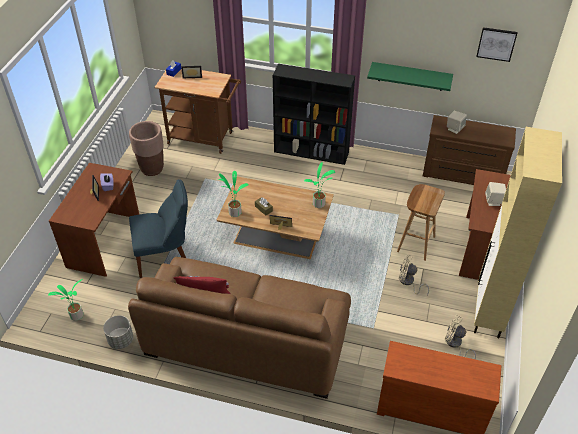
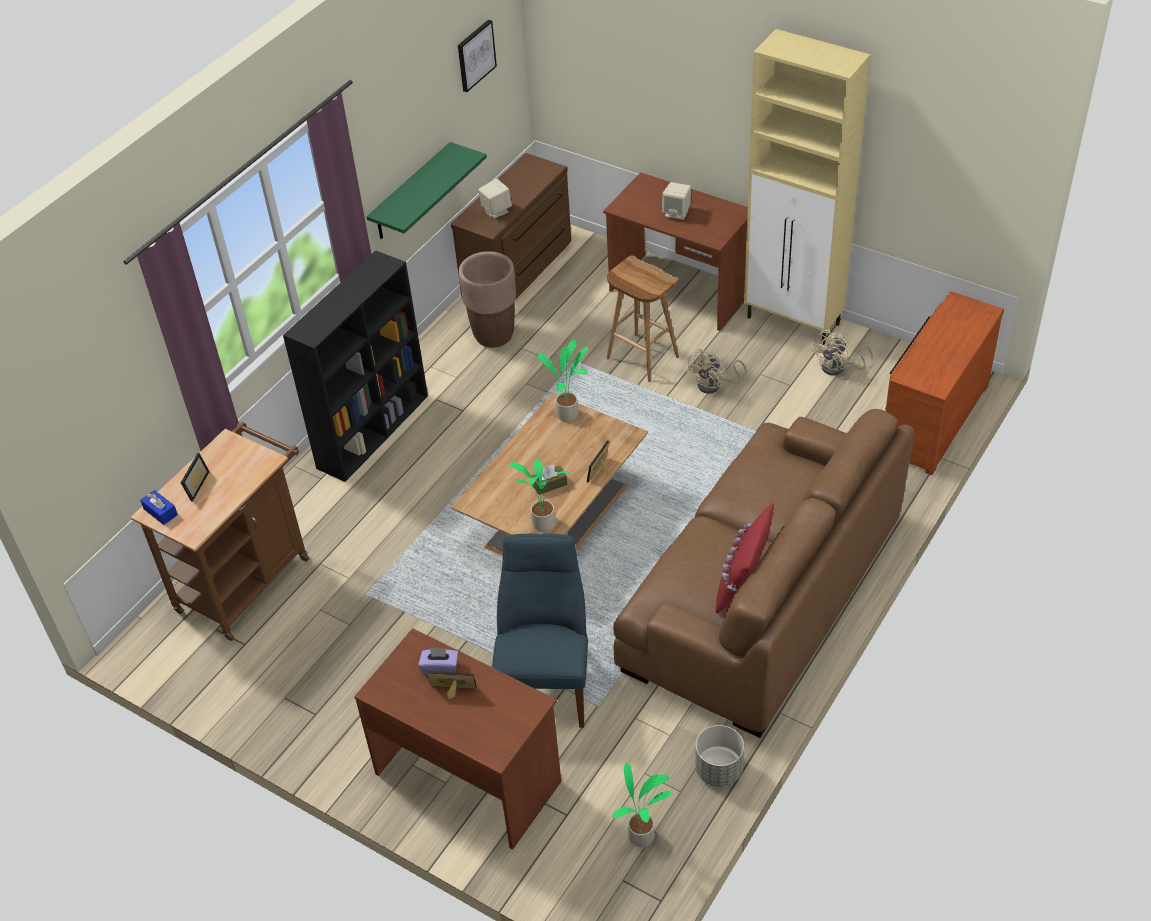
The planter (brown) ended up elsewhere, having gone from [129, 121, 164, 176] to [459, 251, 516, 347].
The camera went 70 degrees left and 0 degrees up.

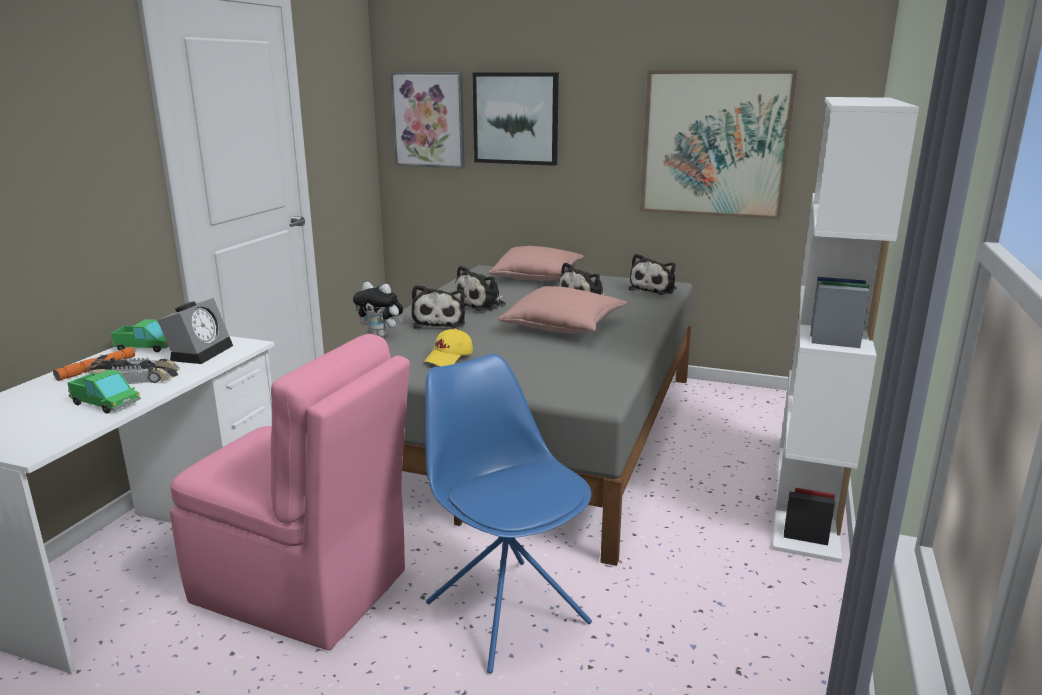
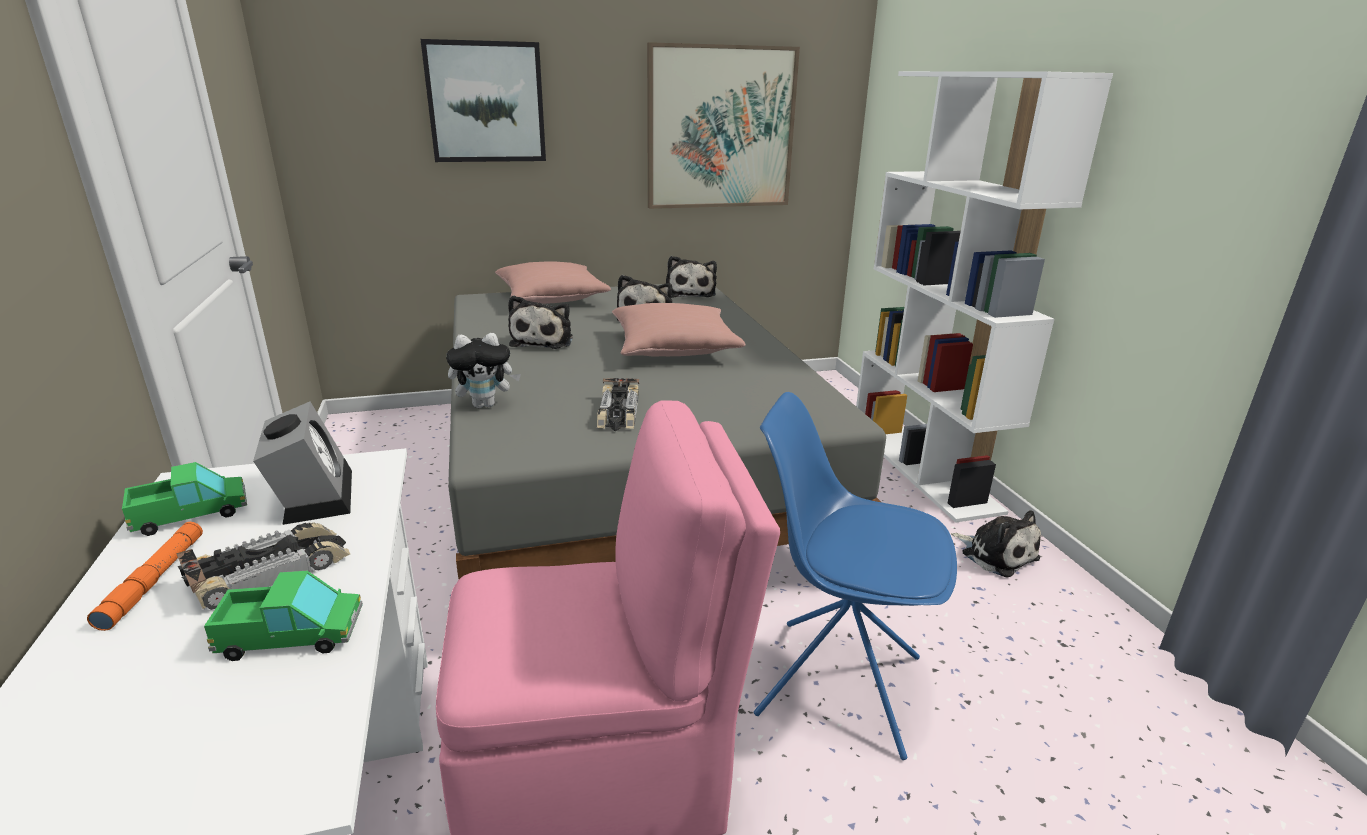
The second view lost the picture at [391, 72, 465, 168].
The plush toy ended up elsewhere, having gone from [412, 285, 465, 328] to [951, 510, 1041, 578].
Where the cap (yellow) stood at [424, 329, 473, 366], the toy car came to stand at [597, 378, 639, 431].
The camera went 35 degrees left and 5 degrees up.

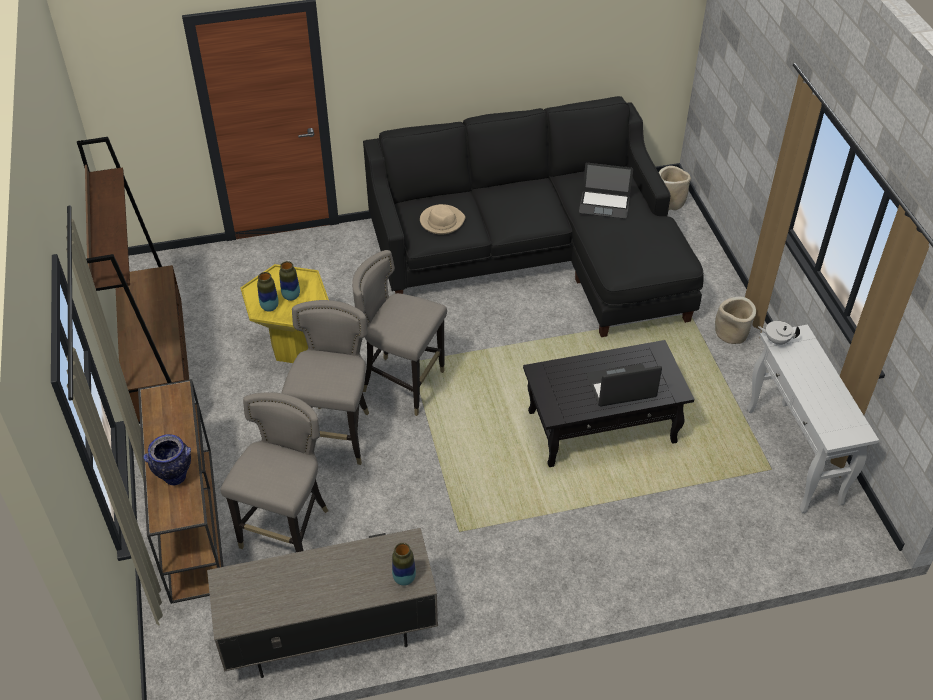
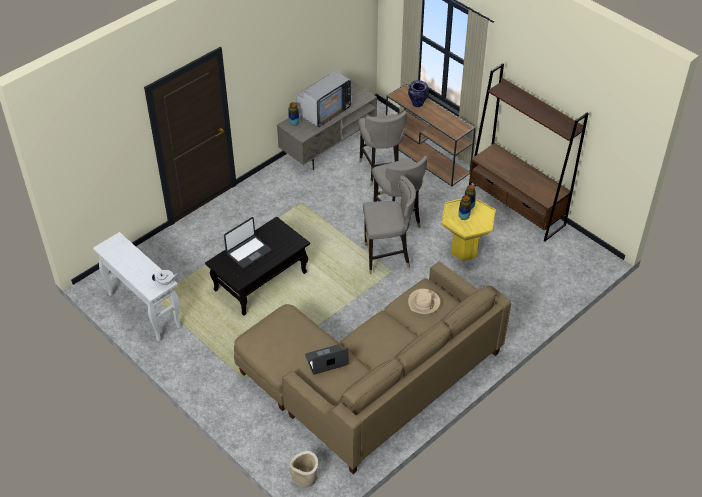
What was the sofa (black) at [363, 96, 704, 337] turned into the sofa (beige) at [234, 261, 512, 474].
The second view lost the planter (beige) at [715, 297, 756, 344].
The second view gained the television at [296, 72, 351, 127].
The camera went 150 degrees right and 0 degrees up.

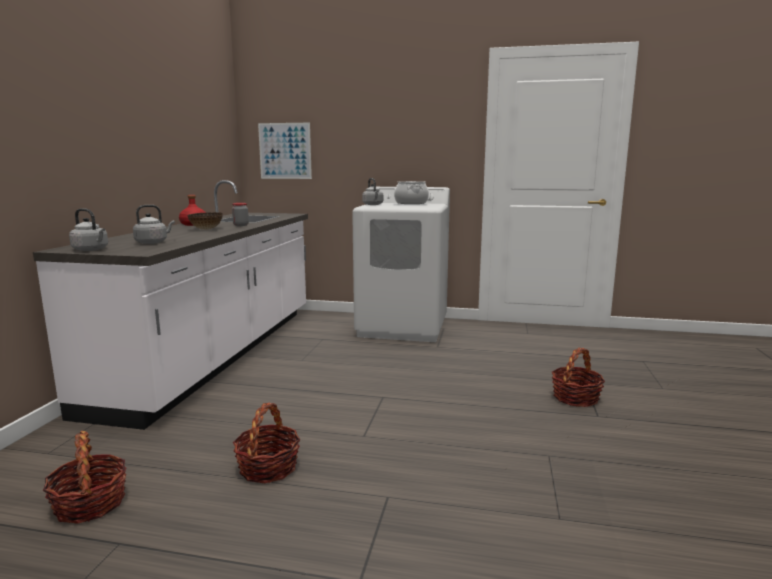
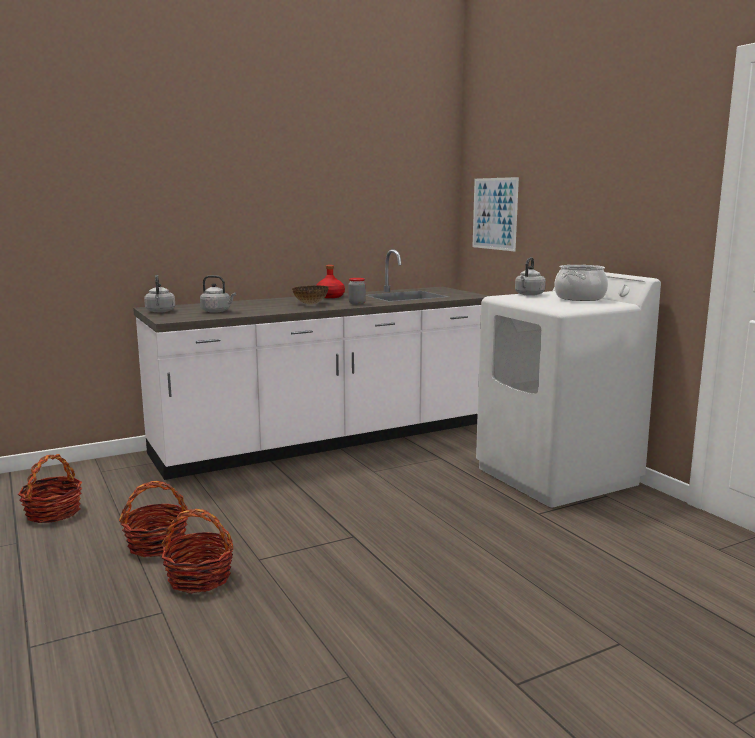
The basket ended up elsewhere, having gone from [552, 348, 605, 407] to [162, 509, 234, 593].
The camera went 50 degrees right and 0 degrees up.

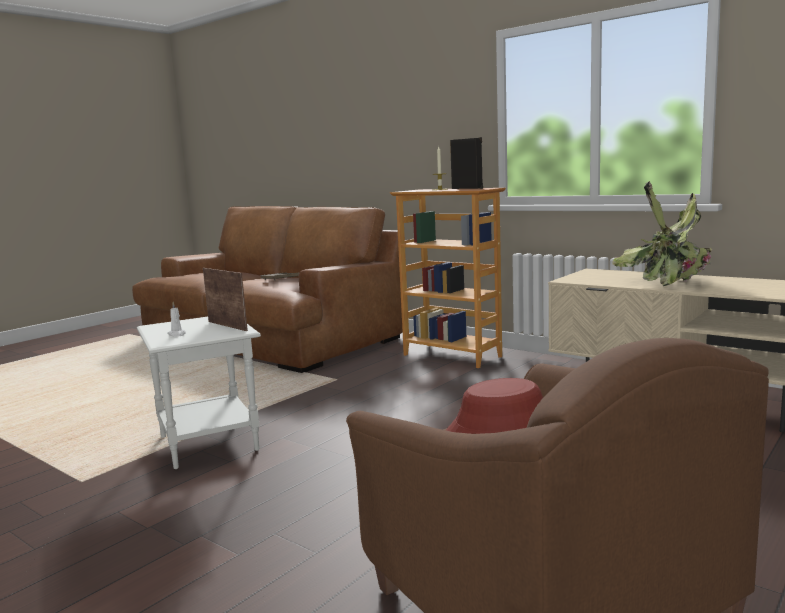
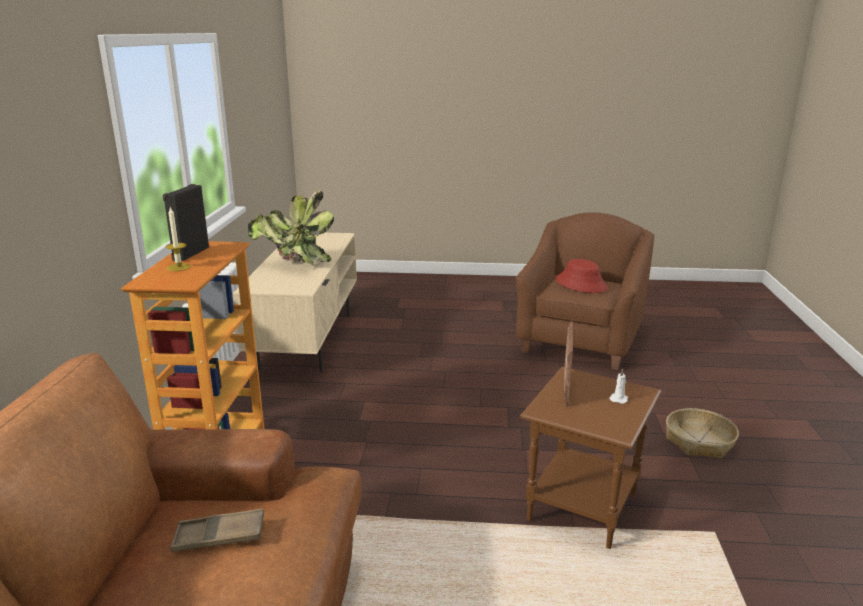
What was the side table (white) at [137, 317, 261, 469] turned into the side table (brown) at [520, 367, 661, 549].
The second view gained the basket at [666, 408, 739, 459].
The camera went 125 degrees left and 10 degrees up.

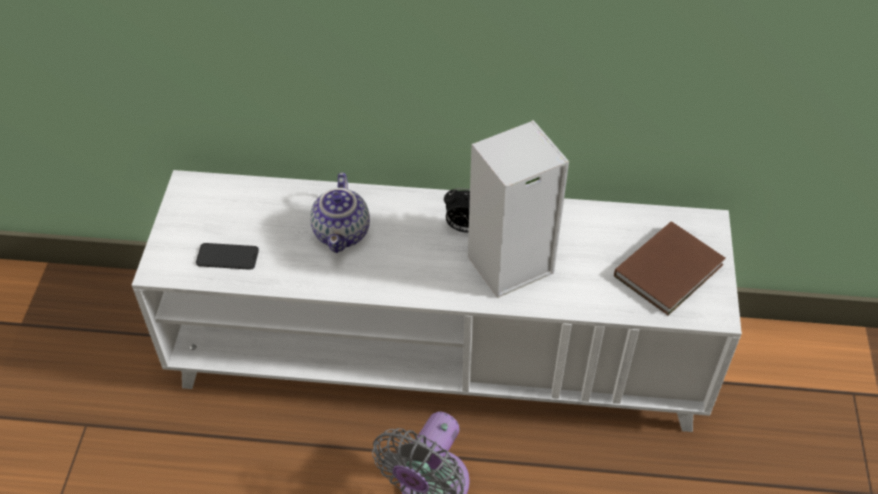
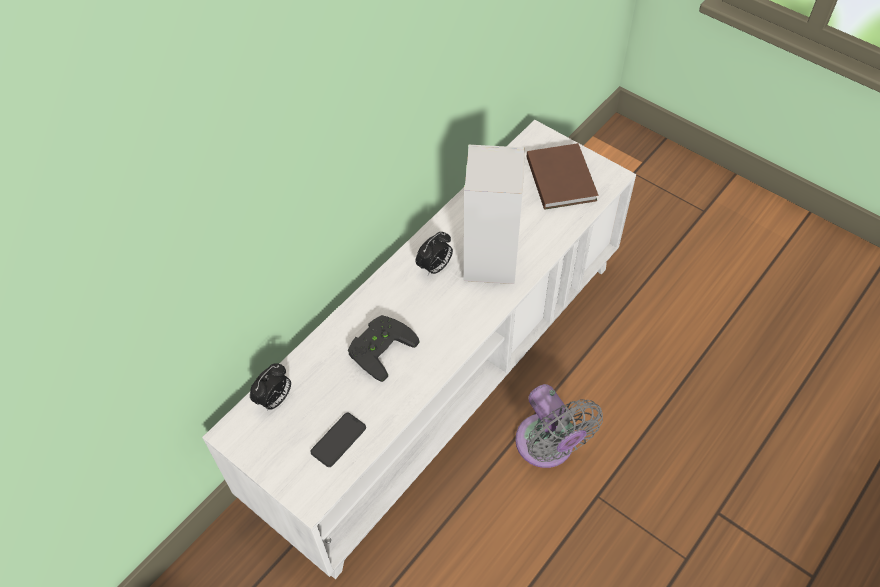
Where the teapot stood at [310, 173, 370, 253], the game controller (black) came to stand at [348, 315, 420, 382].
The second view gained the alarm clock at [250, 363, 291, 411].
The camera went 55 degrees left and 5 degrees up.

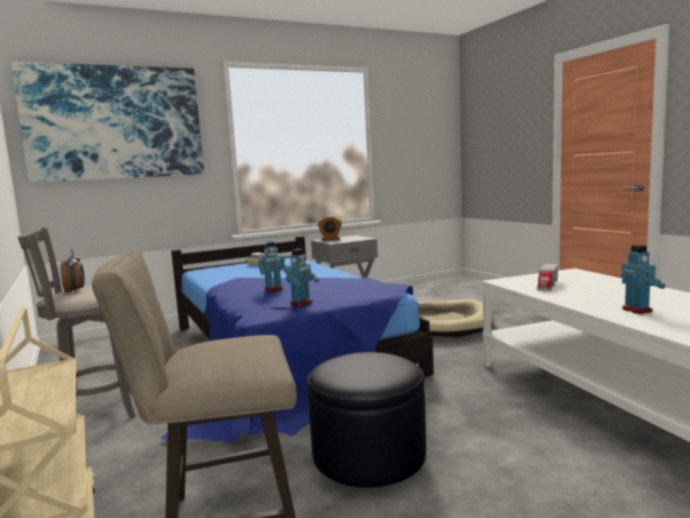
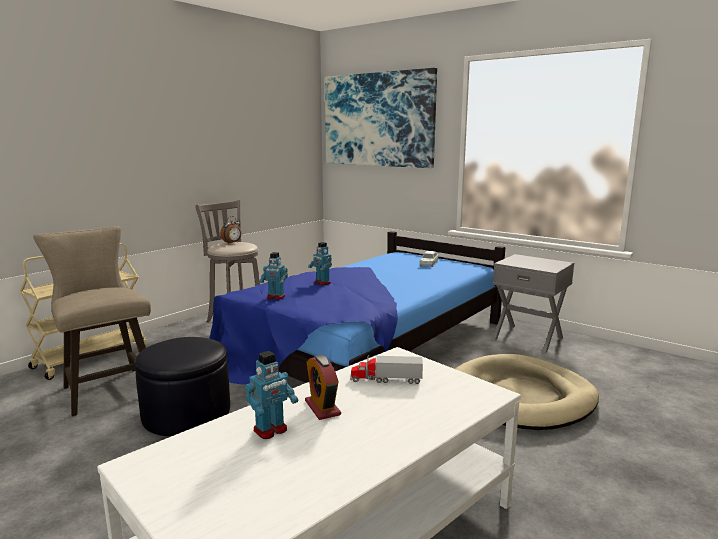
The alarm clock ended up elsewhere, having gone from [318, 216, 342, 241] to [305, 355, 341, 420].
The camera went 65 degrees right and 5 degrees up.

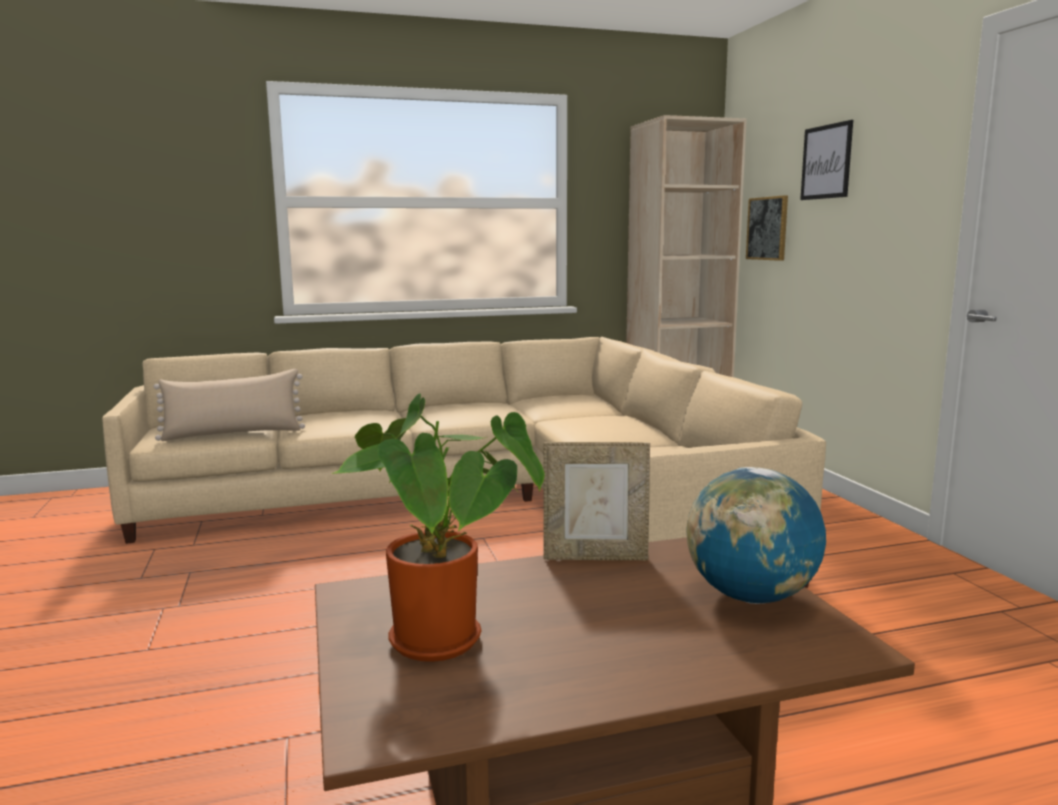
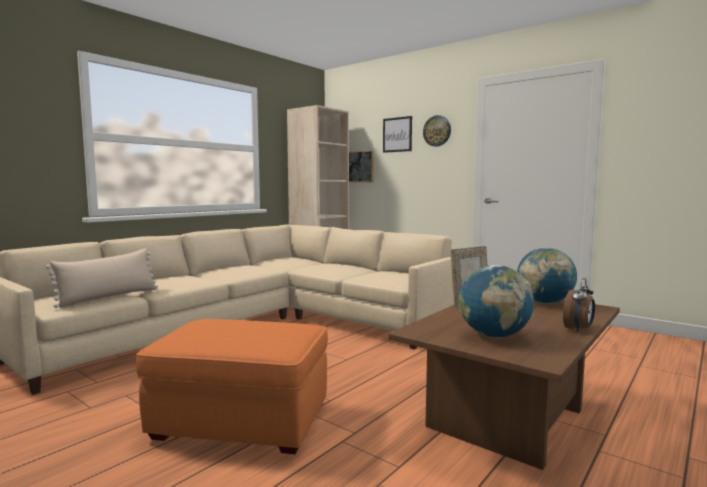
Where the potted plant stood at [331, 393, 545, 662], the globe came to stand at [458, 265, 534, 338].
The second view gained the wall clock at [423, 115, 451, 147].
The second view gained the alarm clock at [563, 278, 595, 332].
The second view gained the ottoman (orange) at [136, 319, 328, 454].
The camera went 35 degrees left and 5 degrees down.

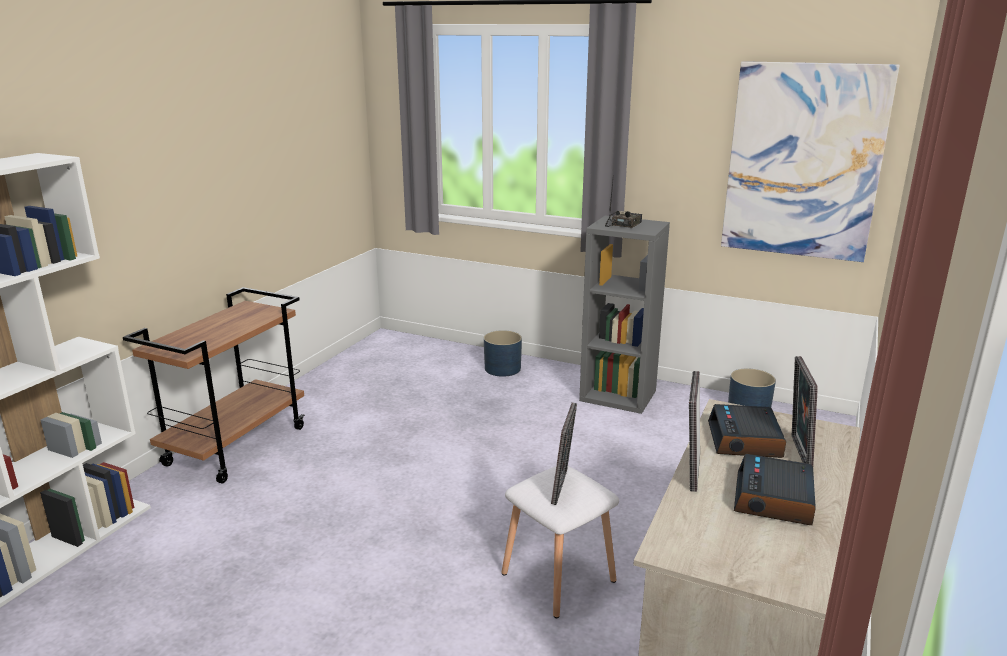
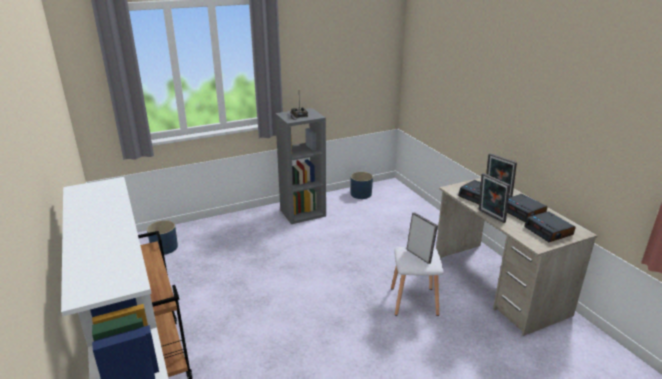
The second view lost the picture at [721, 61, 900, 262].
The planter (blue) ended up elsewhere, having gone from [484, 330, 522, 377] to [147, 220, 178, 255].
The second view gained the alarm clock at [524, 211, 576, 242].
The camera went 50 degrees left and 5 degrees up.

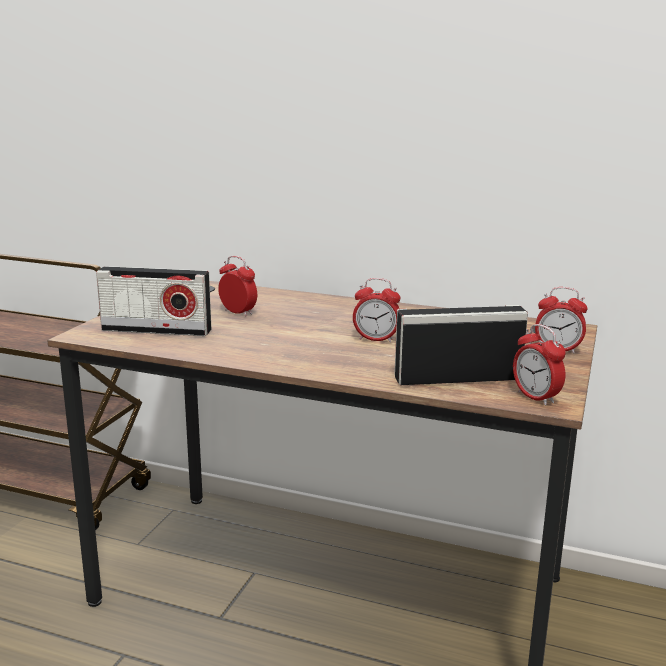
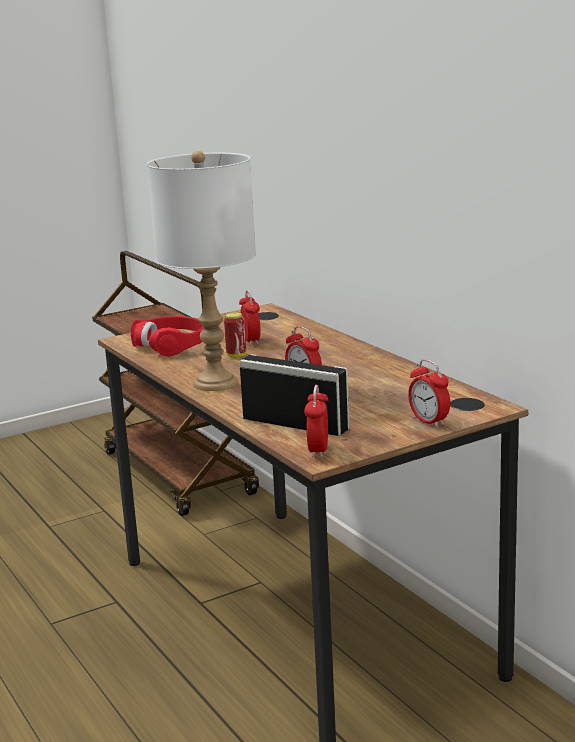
Where the radio stood at [96, 266, 211, 336], the headphones (red) came to stand at [131, 316, 204, 357].
The second view gained the table lamp (white) at [147, 151, 256, 391].
The second view gained the can at [224, 312, 246, 358].
The camera went 40 degrees right and 0 degrees up.

